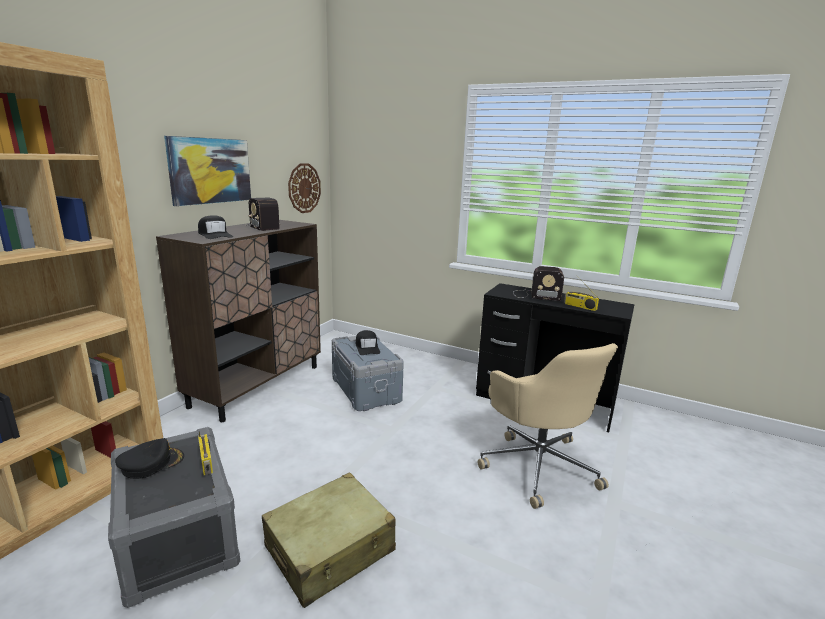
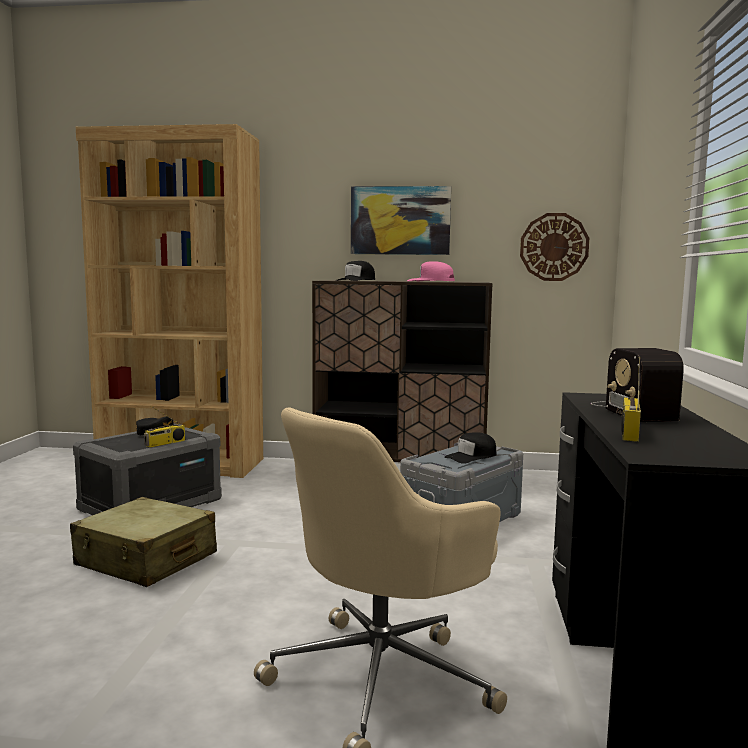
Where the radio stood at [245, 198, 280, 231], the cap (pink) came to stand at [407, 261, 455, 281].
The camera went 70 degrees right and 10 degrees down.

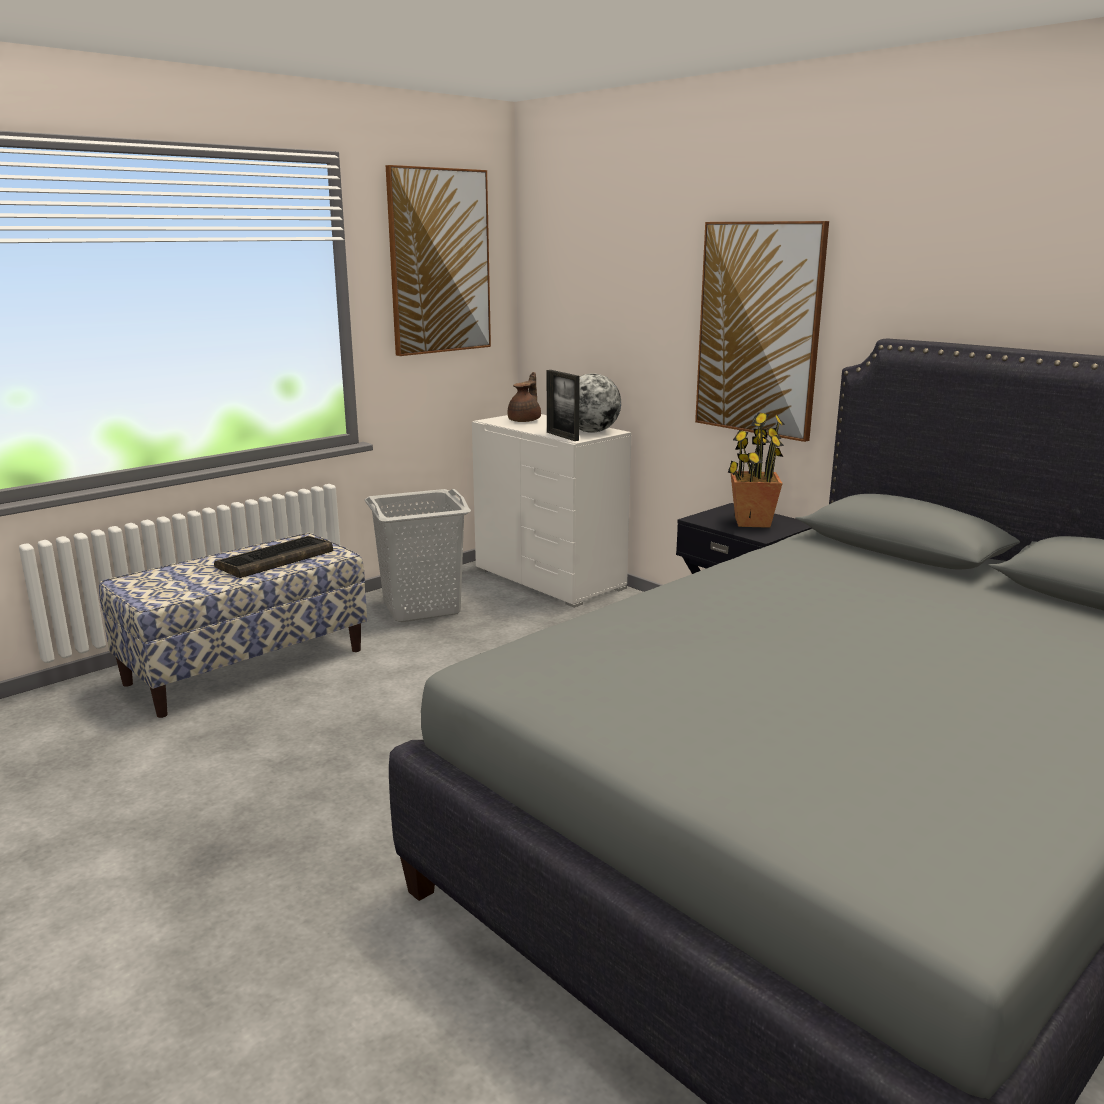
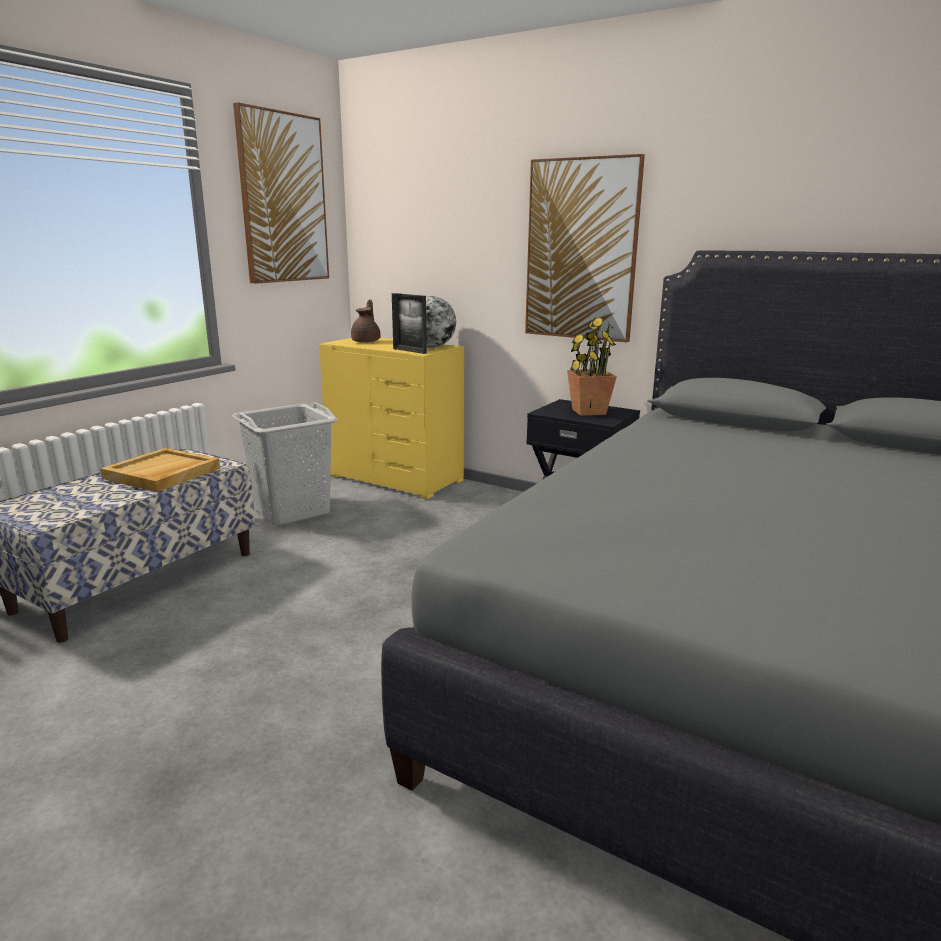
What was the dresser (white) at [472, 414, 631, 608] turned into the dresser (yellow) at [319, 338, 464, 499].
Where the keyboard stood at [214, 536, 333, 578], the tray (beige) came to stand at [100, 448, 220, 492].
The camera went 15 degrees left and 0 degrees up.

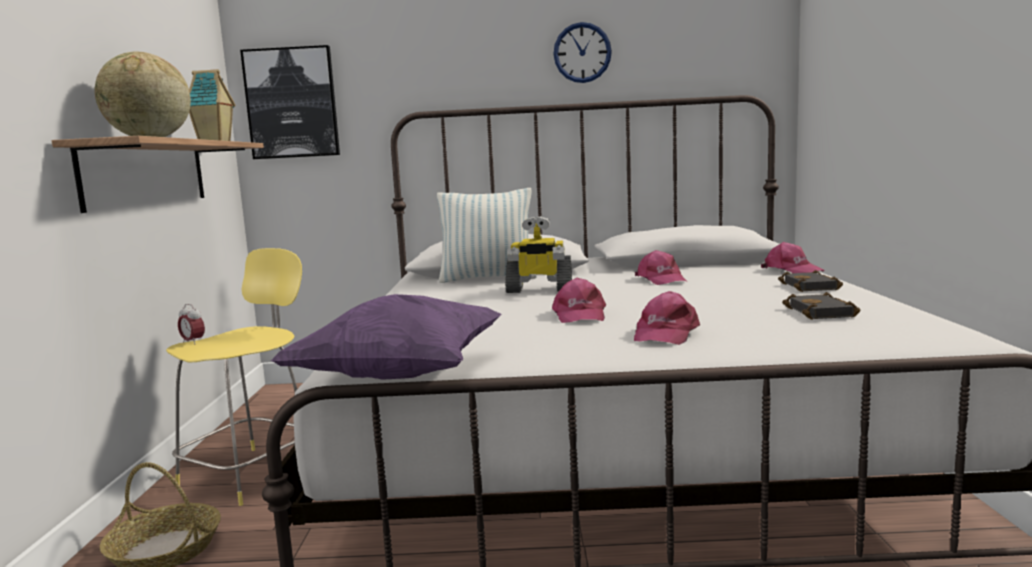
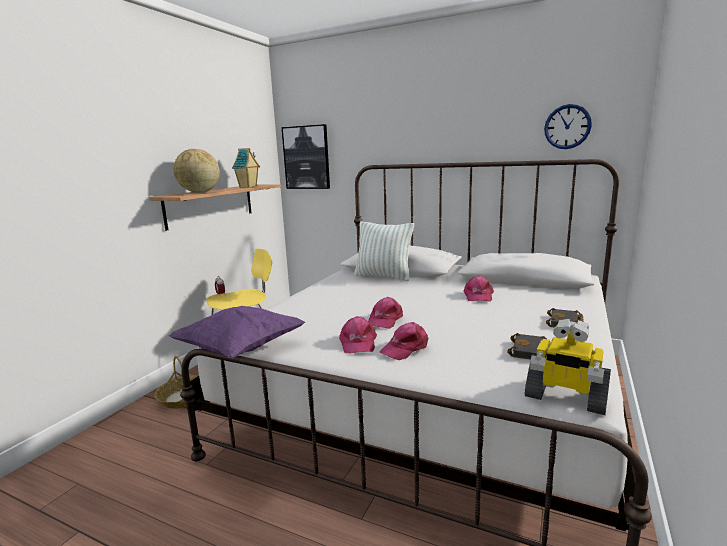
The wall clock ended up elsewhere, having gone from [553, 22, 612, 83] to [544, 104, 592, 149].
The toy robot ended up elsewhere, having gone from [505, 216, 572, 293] to [525, 319, 611, 415].
The cap (pink) ended up elsewhere, having gone from [761, 242, 824, 273] to [339, 316, 377, 353].
The camera went 25 degrees right and 5 degrees up.

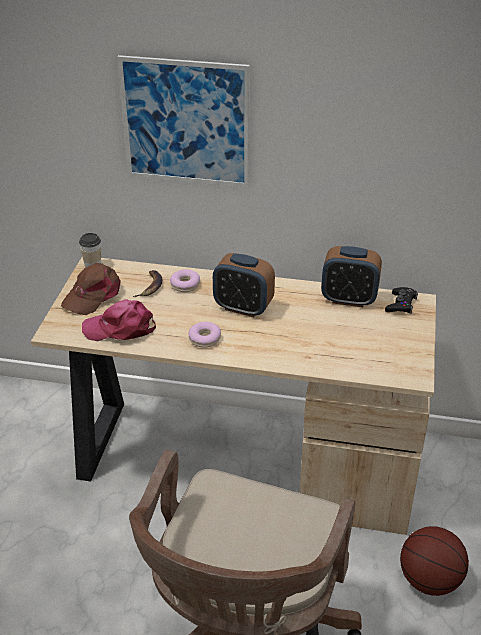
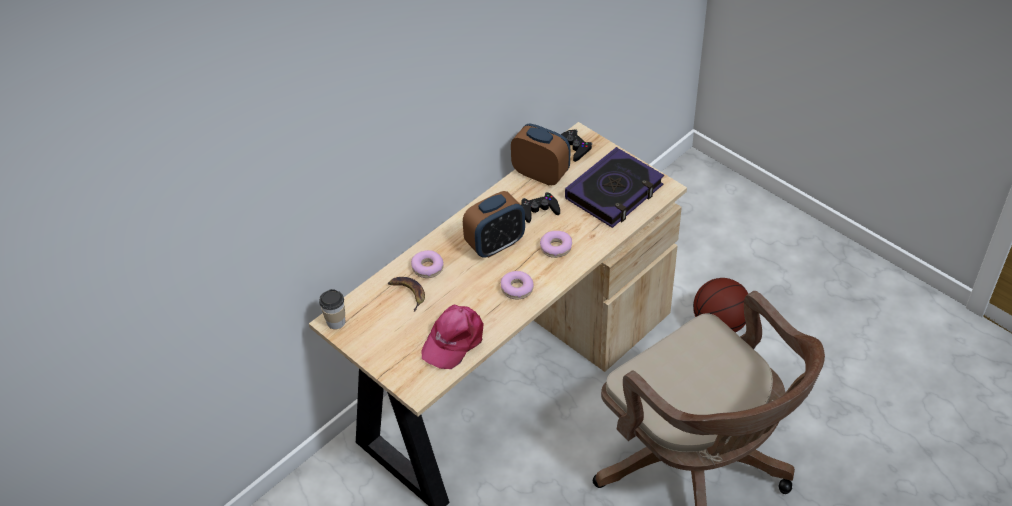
The second view lost the picture at [117, 55, 250, 187].
The alarm clock at [321, 246, 382, 307] ended up facing another way, 105 degrees counterclockwise from before.
The second view lost the cap (brown) at [61, 263, 121, 315].
The second view gained the book at [565, 147, 664, 228].
The second view gained the game controller (black) at [521, 192, 560, 223].
The second view gained the donut at [540, 231, 572, 258].
The camera went 55 degrees left and 10 degrees up.

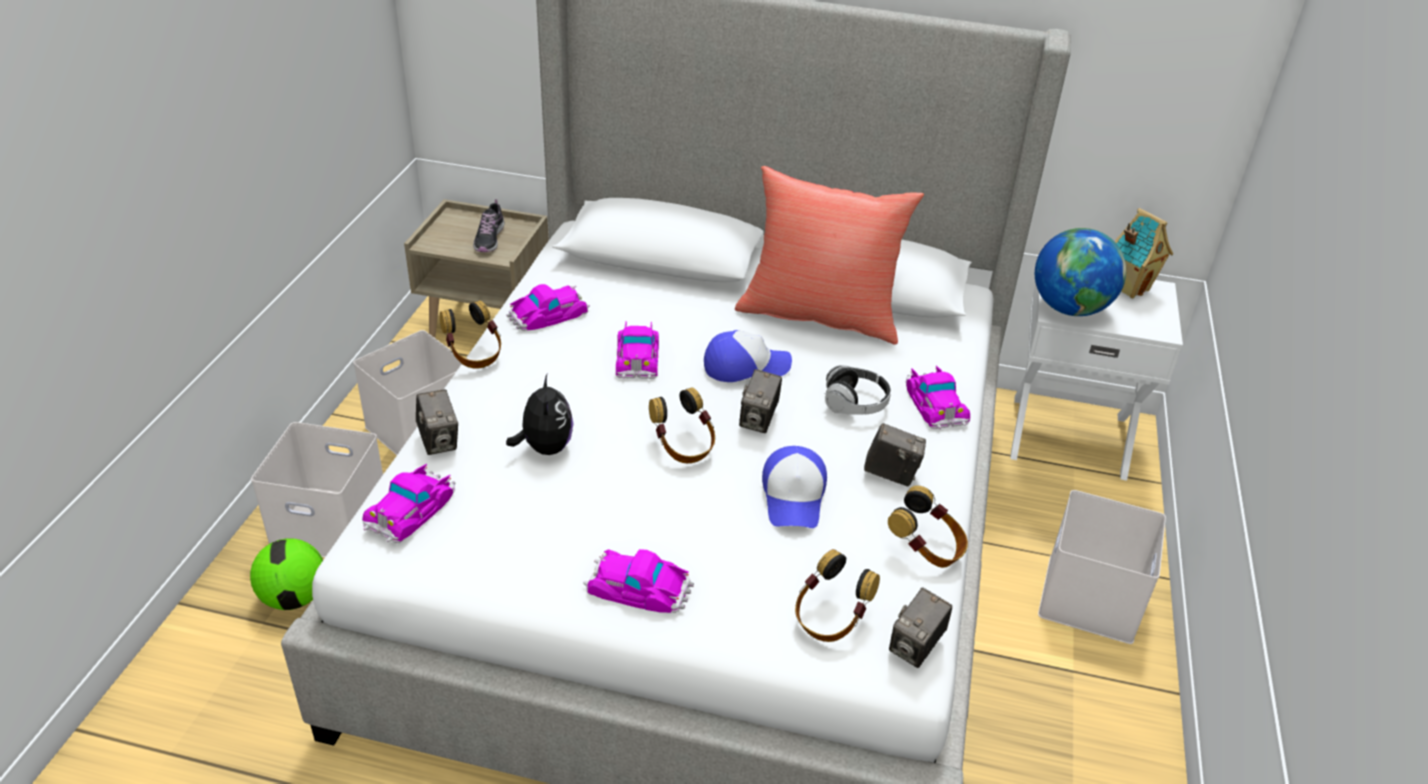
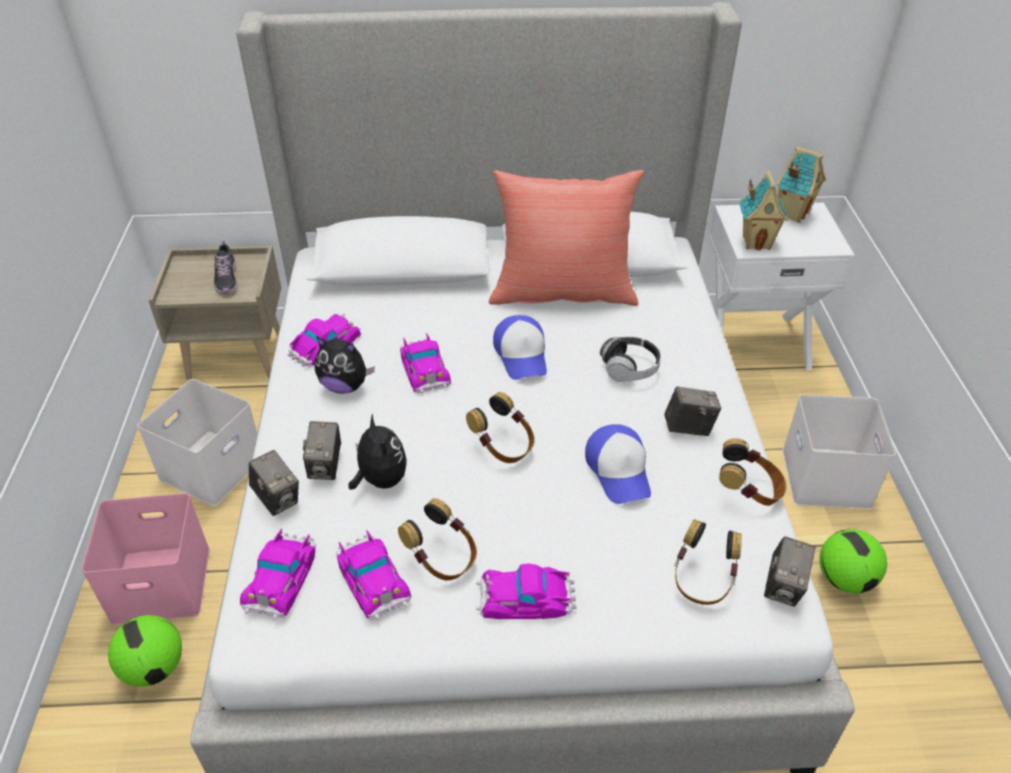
Where the globe stood at [1035, 228, 1126, 316], the toy house came to stand at [739, 171, 789, 250].
The headphones ended up elsewhere, having gone from [440, 300, 501, 369] to [398, 498, 477, 580].
The cap at [704, 330, 792, 382] ended up facing another way, 105 degrees clockwise from before.
The toy car ended up elsewhere, having gone from [906, 366, 970, 429] to [336, 530, 411, 620].
The photo camera ended up elsewhere, having gone from [739, 369, 782, 433] to [303, 421, 341, 480].
What was the storage box (white) at [251, 422, 383, 558] turned into the storage box (pink) at [82, 493, 210, 625].
The second view gained the plush toy at [315, 336, 375, 394].
The second view gained the football at [819, 529, 887, 593].
The camera went 15 degrees left and 5 degrees up.

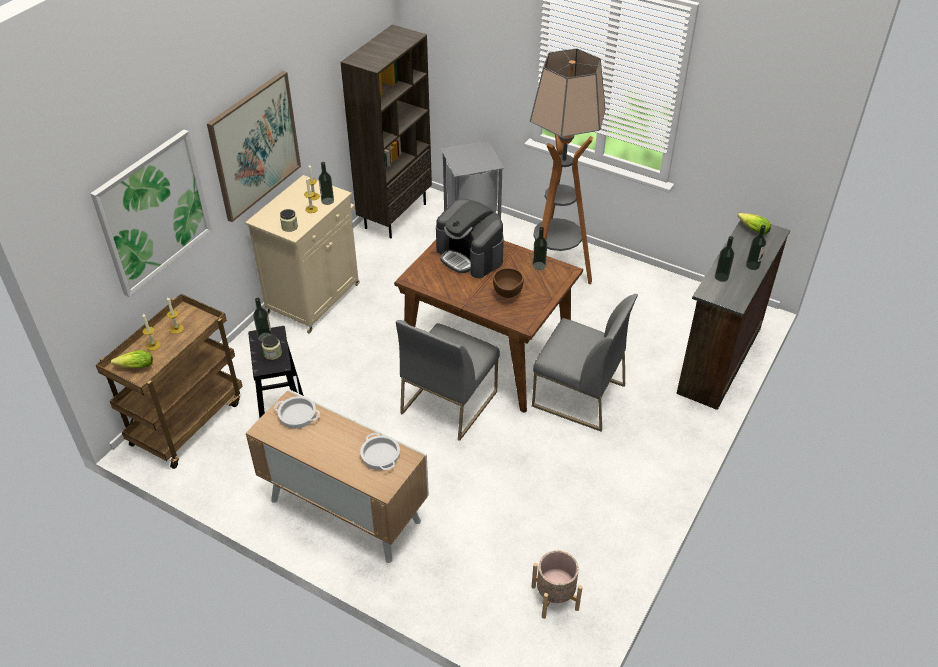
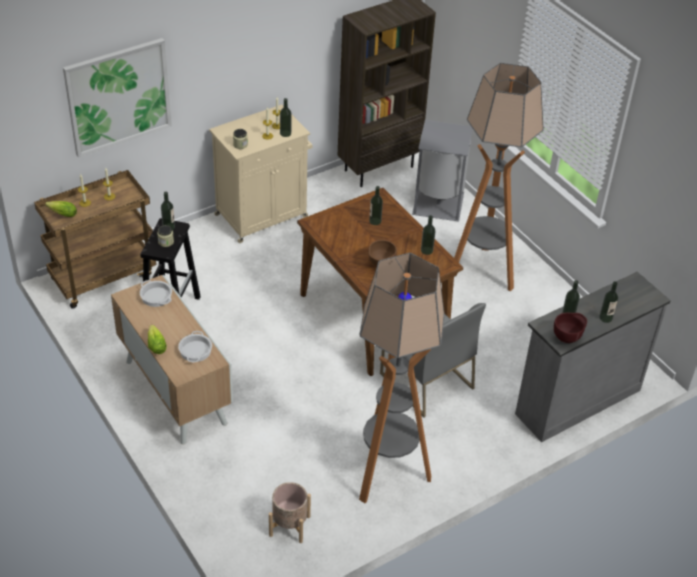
The second view lost the picture at [207, 71, 301, 222].
Where the coffee machine stood at [436, 199, 504, 278], the bottle came to stand at [369, 186, 383, 225].
The lettuce ended up elsewhere, having gone from [738, 213, 771, 235] to [148, 325, 167, 354].
What was the dresser (brown) at [676, 220, 790, 410] turned into the dresser (grey) at [515, 272, 671, 442].
The second view lost the chair (grey) at [396, 320, 500, 441].
The second view gained the floor lamp at [359, 253, 445, 503].
The second view gained the bowl (brown) at [554, 312, 587, 343].
The camera went 25 degrees right and 0 degrees up.

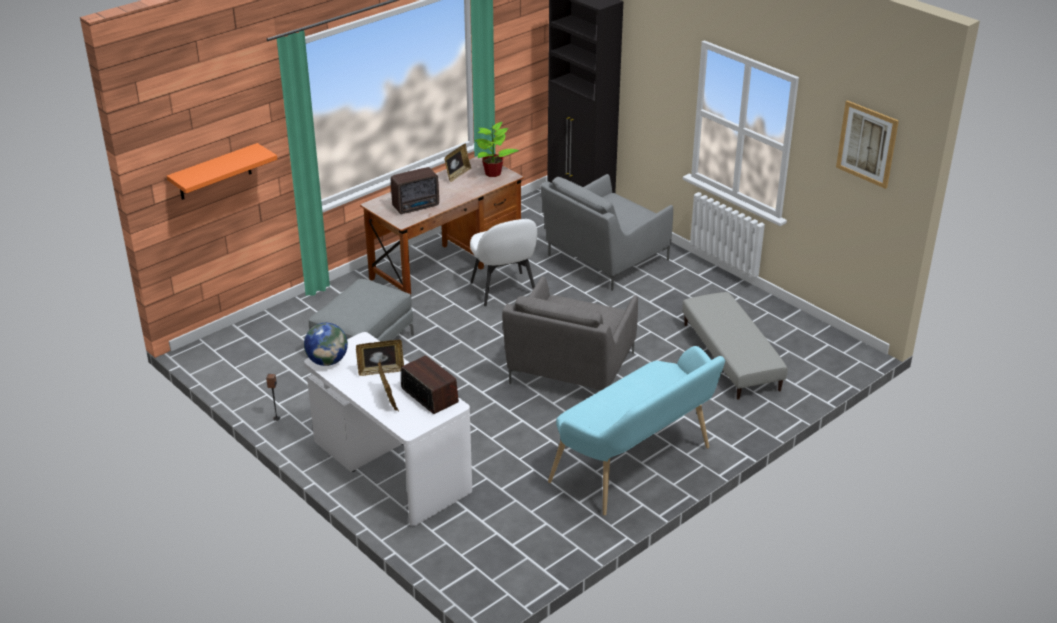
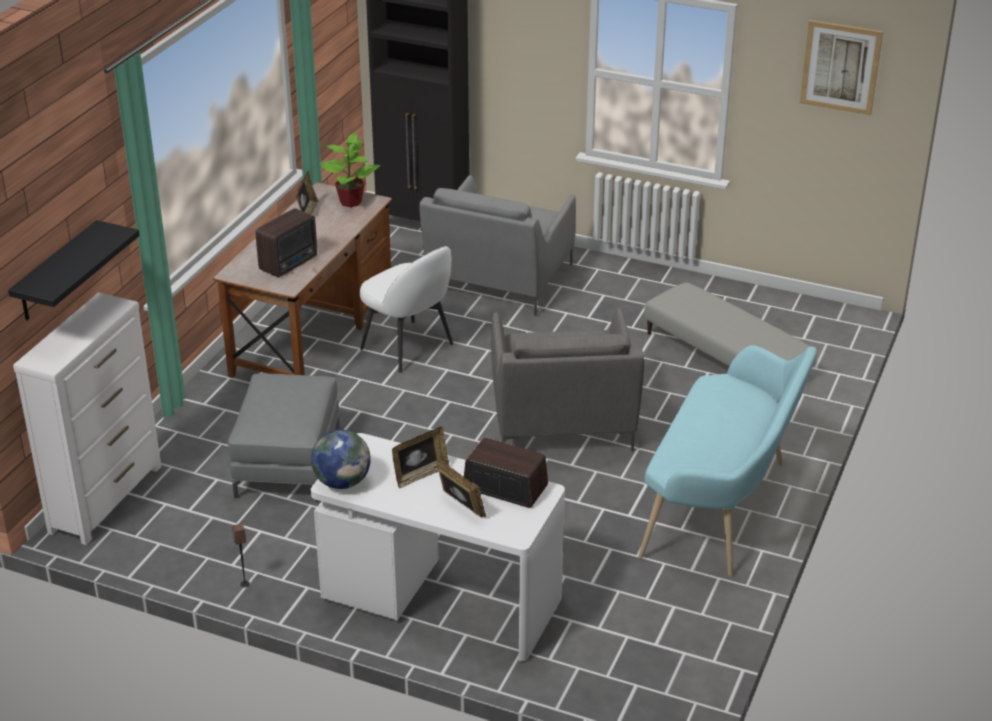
What was the shelf (orange) at [167, 143, 277, 200] turned into the shelf (black) at [8, 220, 140, 320].
The second view gained the dresser (white) at [13, 292, 161, 545].
The camera went 25 degrees left and 0 degrees up.

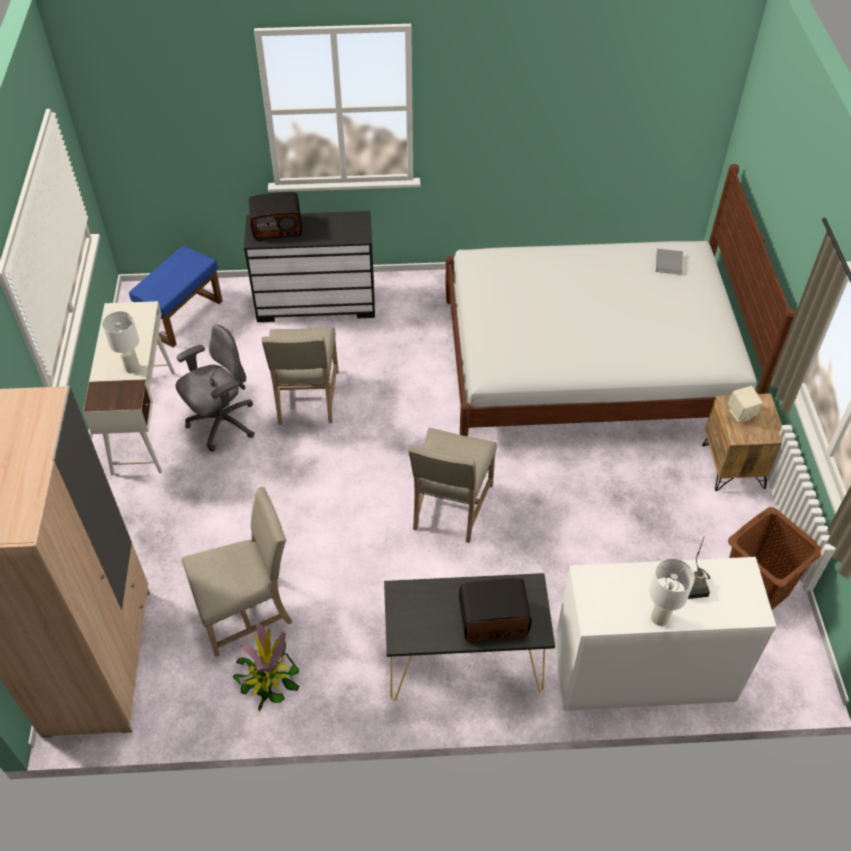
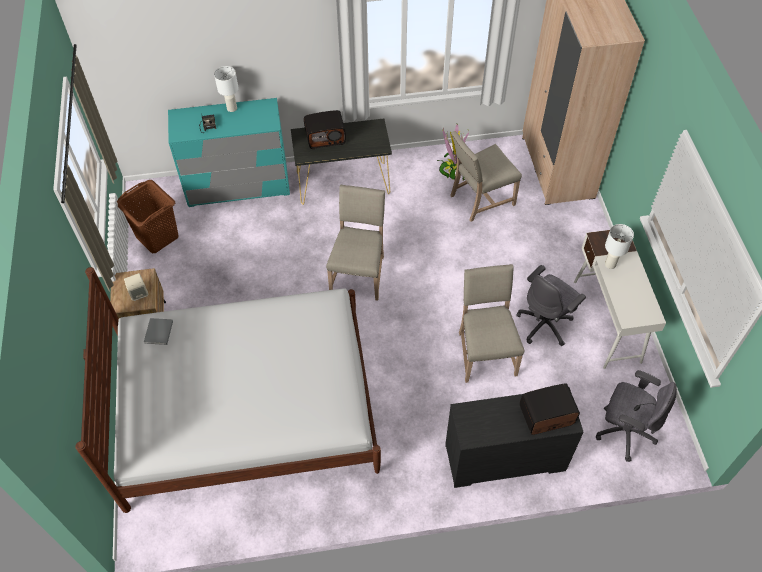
Where the ottoman (blue) stood at [129, 246, 223, 347], the office chair (grey) came to stand at [596, 370, 677, 462].
The book (grey) ended up elsewhere, having gone from [656, 249, 683, 275] to [144, 318, 173, 345].
What was the dresser (white) at [554, 557, 776, 711] turned into the dresser (turquoise) at [168, 98, 290, 207].
The camera went 175 degrees right and 5 degrees up.

